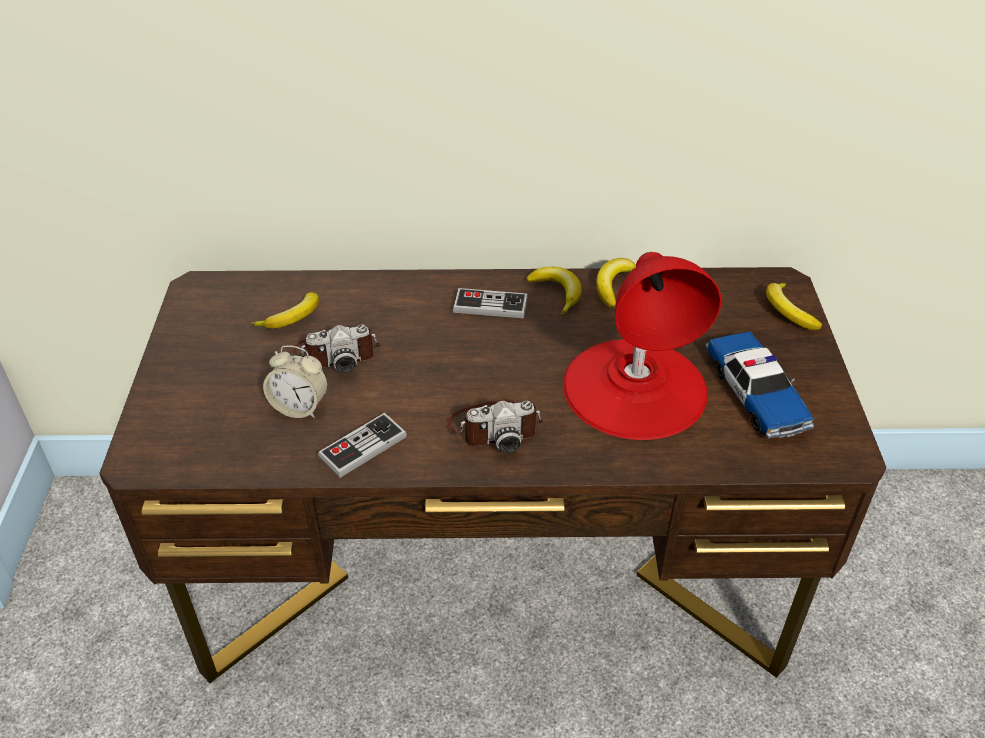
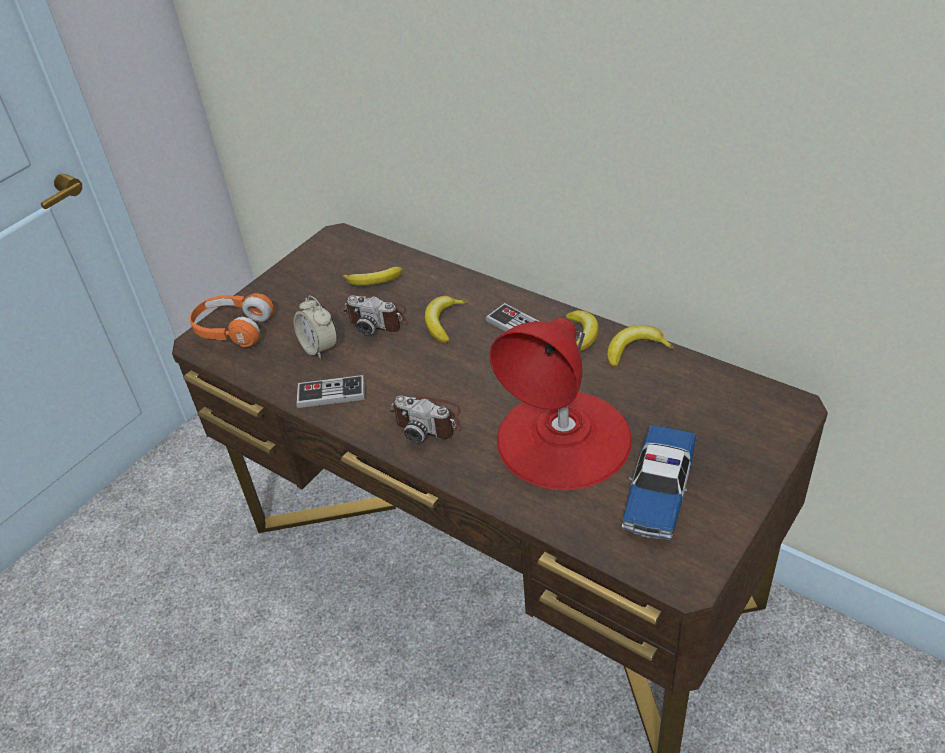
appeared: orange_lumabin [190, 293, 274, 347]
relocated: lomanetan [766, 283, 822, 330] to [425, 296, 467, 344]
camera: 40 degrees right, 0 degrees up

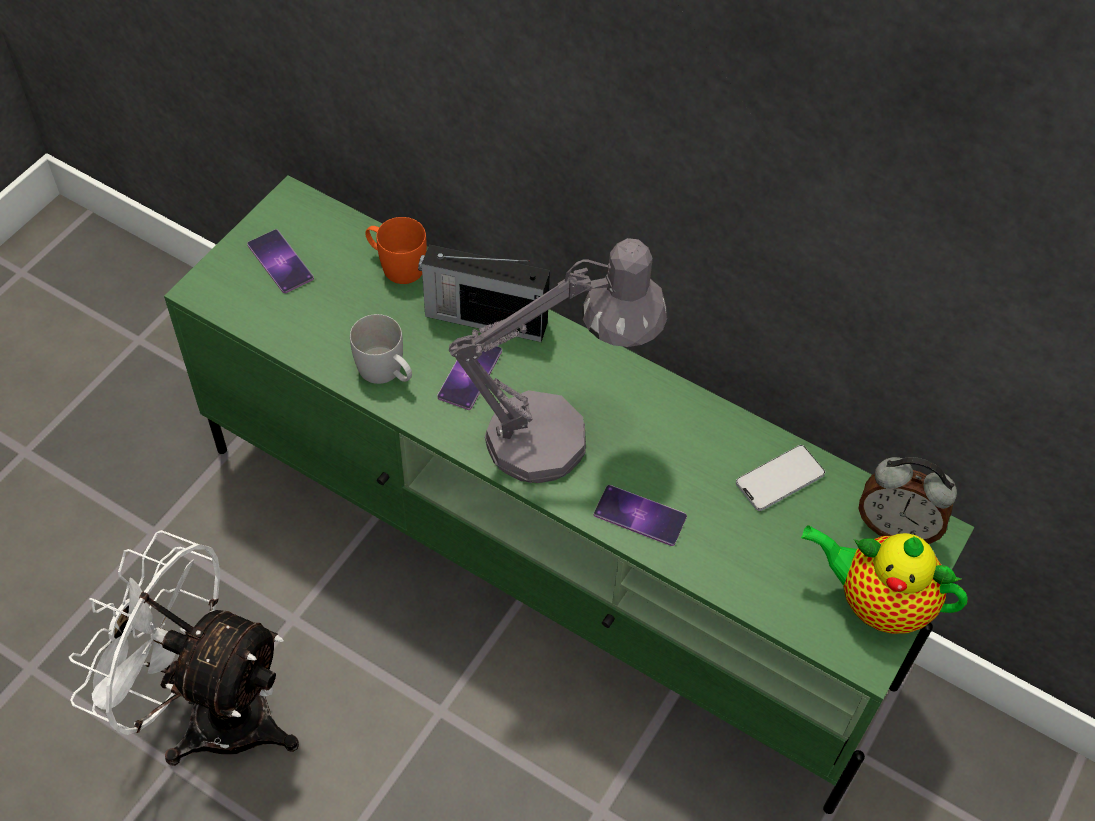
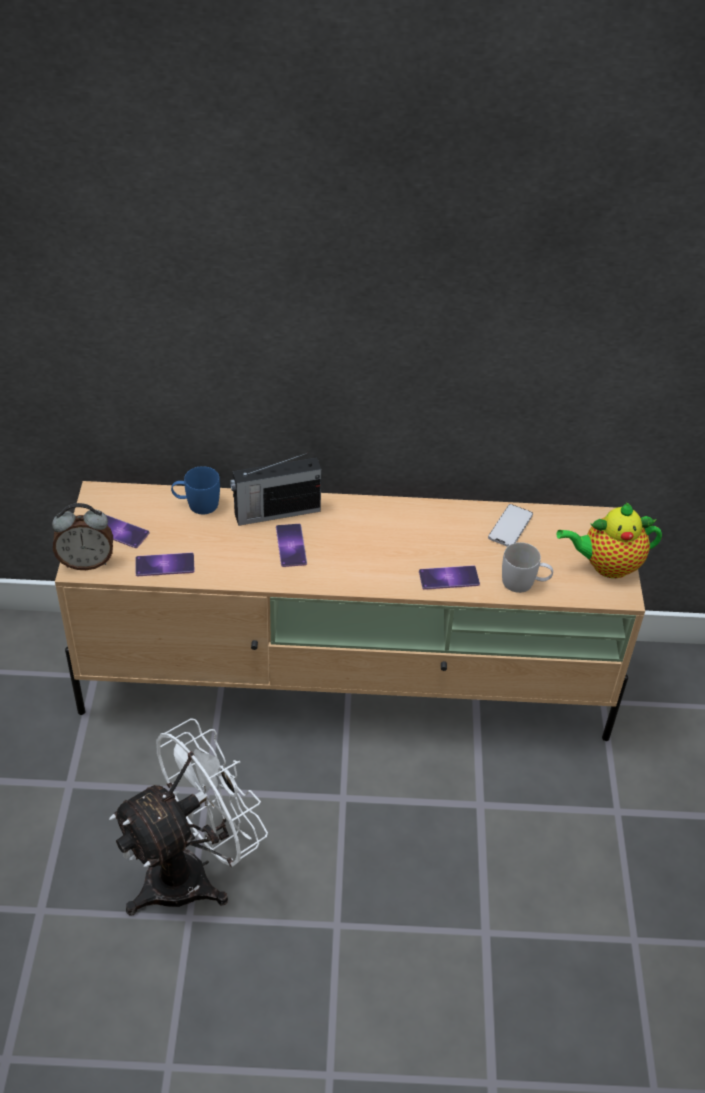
missing: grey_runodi [449, 238, 667, 483]
appeared: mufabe [136, 553, 195, 576]
relocated: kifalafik [859, 457, 957, 544] to [52, 503, 113, 570]; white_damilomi [350, 314, 412, 384] to [502, 542, 553, 593]
colour: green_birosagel [164, 175, 974, 814] to beige_birosagel [55, 481, 645, 741]; orange_damilomi [365, 217, 427, 284] to blue_damilomi [171, 466, 220, 514]
spun: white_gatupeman [69, 530, 299, 766] = [109, 718, 268, 916] 150 degrees clockwise
camera: 30 degrees left, 10 degrees down

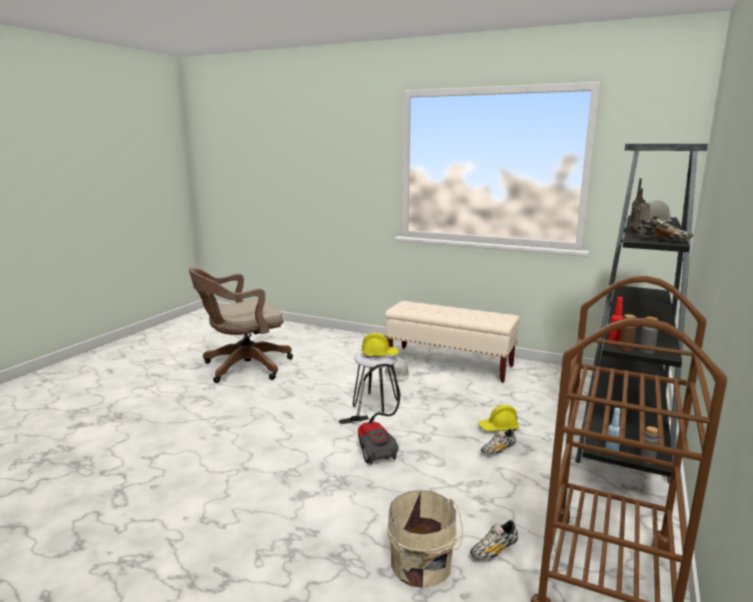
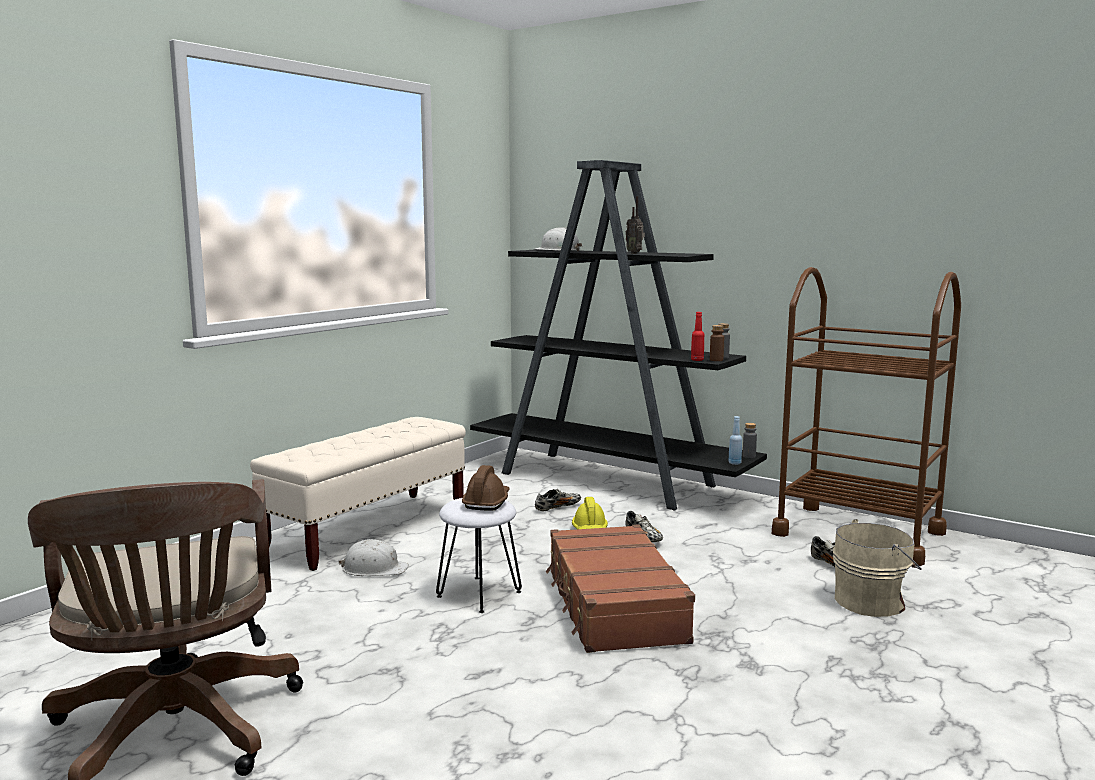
relocated: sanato [636, 218, 693, 240] to [535, 489, 581, 512]
exchanged: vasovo [339, 364, 401, 465] to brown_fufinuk [546, 524, 695, 653]
colour: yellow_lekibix [362, 333, 399, 358] to brown_lekibix [462, 465, 510, 511]
camera: 80 degrees left, 5 degrees down

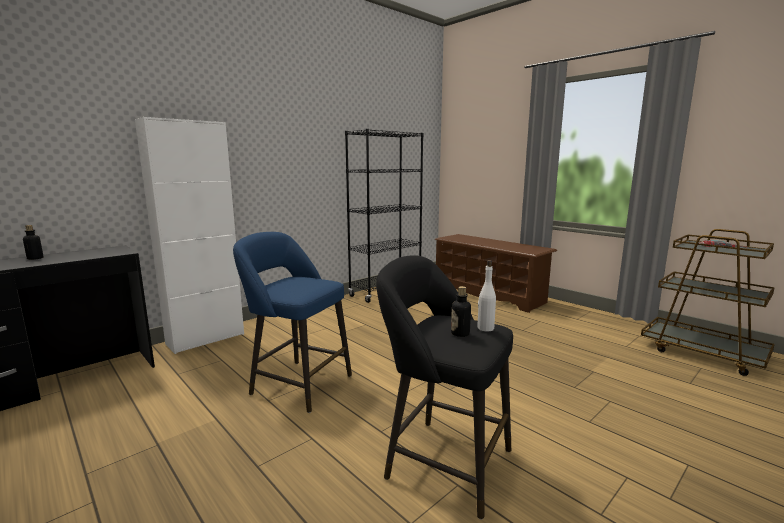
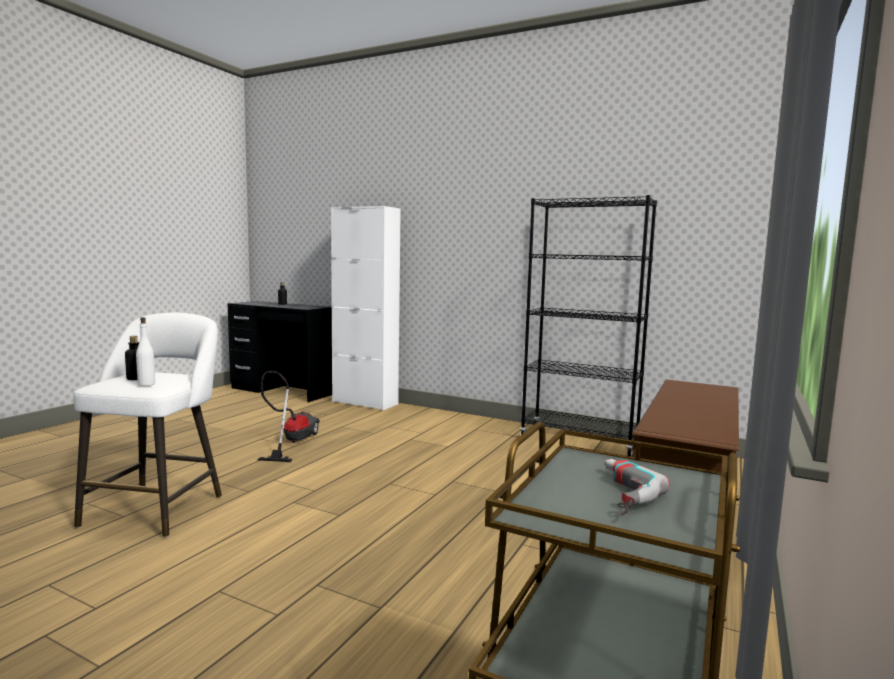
exchanged: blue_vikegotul [233, 232, 352, 413] to vasovo [258, 371, 320, 462]
colour: black_vikegotul [376, 255, 513, 520] to white_vikegotul [74, 313, 222, 538]
camera: 70 degrees right, 5 degrees down

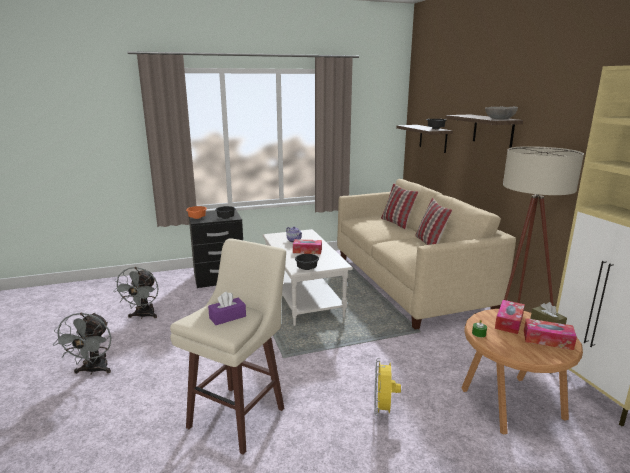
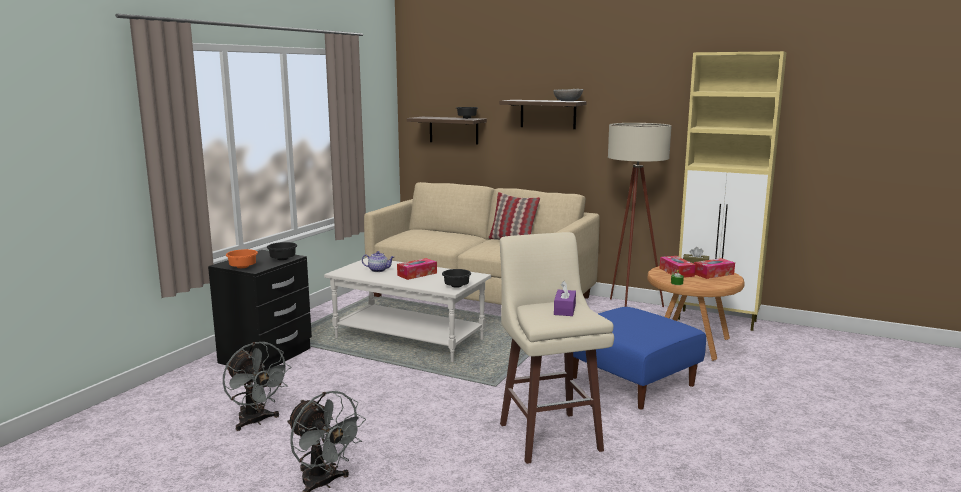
missing: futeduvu [381, 184, 418, 229]
exchanged: yellow_gatupeman [374, 358, 401, 416] to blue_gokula [573, 307, 706, 410]
camera: 45 degrees left, 5 degrees down

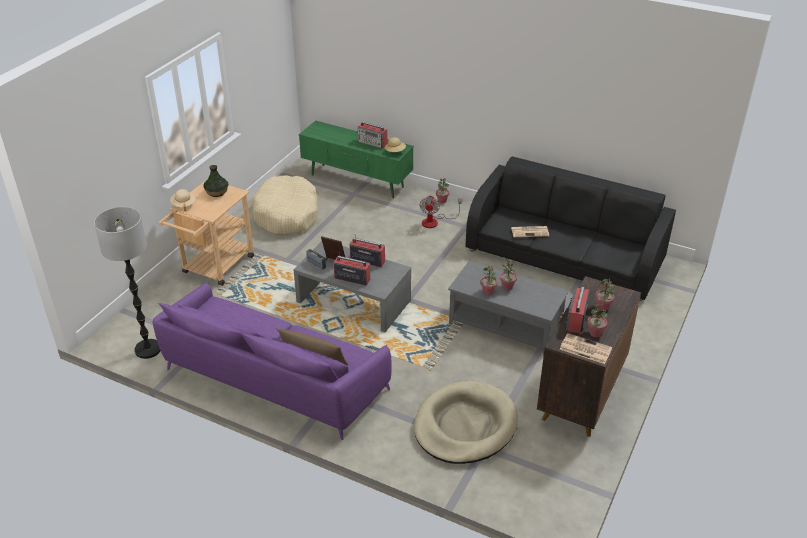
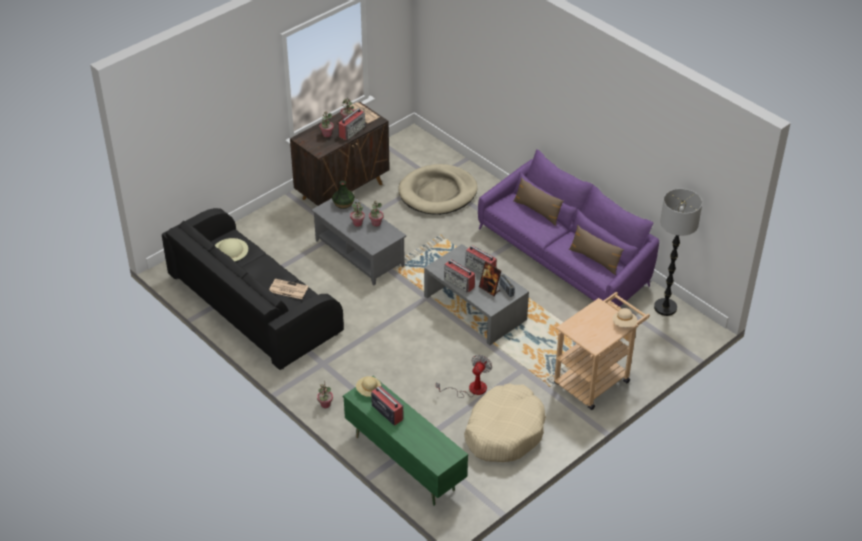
appeared: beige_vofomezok [215, 238, 248, 261]; brown_futeduvu [569, 225, 624, 275]
relocated: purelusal [203, 165, 228, 197] to [332, 181, 355, 209]; gatupeman [419, 195, 462, 228] to [436, 355, 492, 398]
camera: 160 degrees left, 5 degrees up

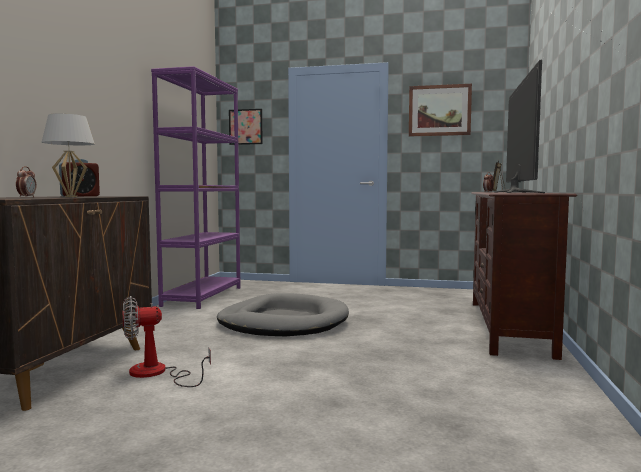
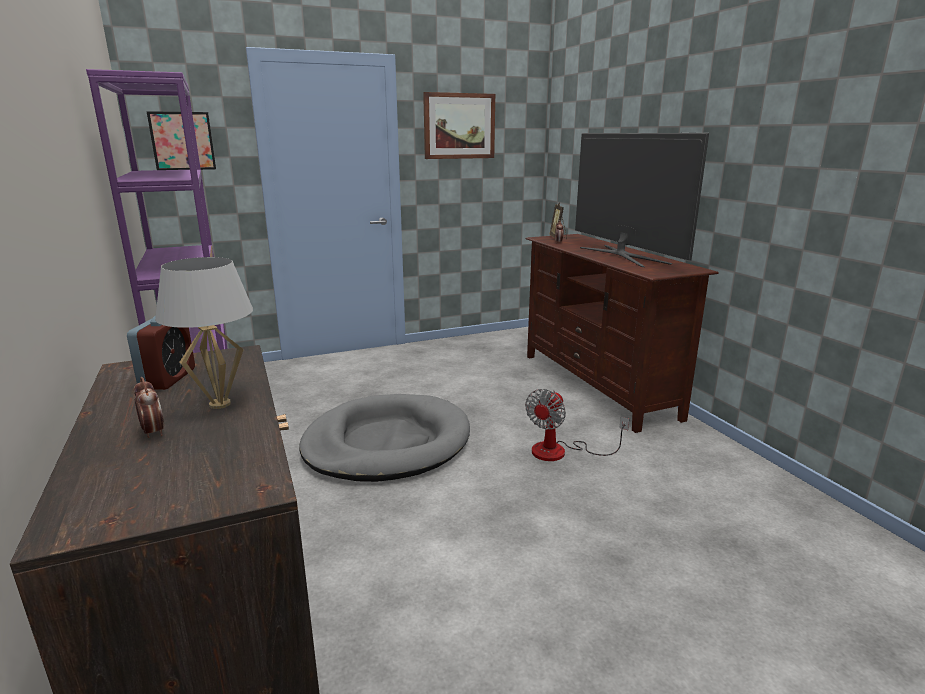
relocated: gatupeman [122, 296, 211, 387] to [525, 389, 629, 461]
camera: 35 degrees left, 15 degrees up

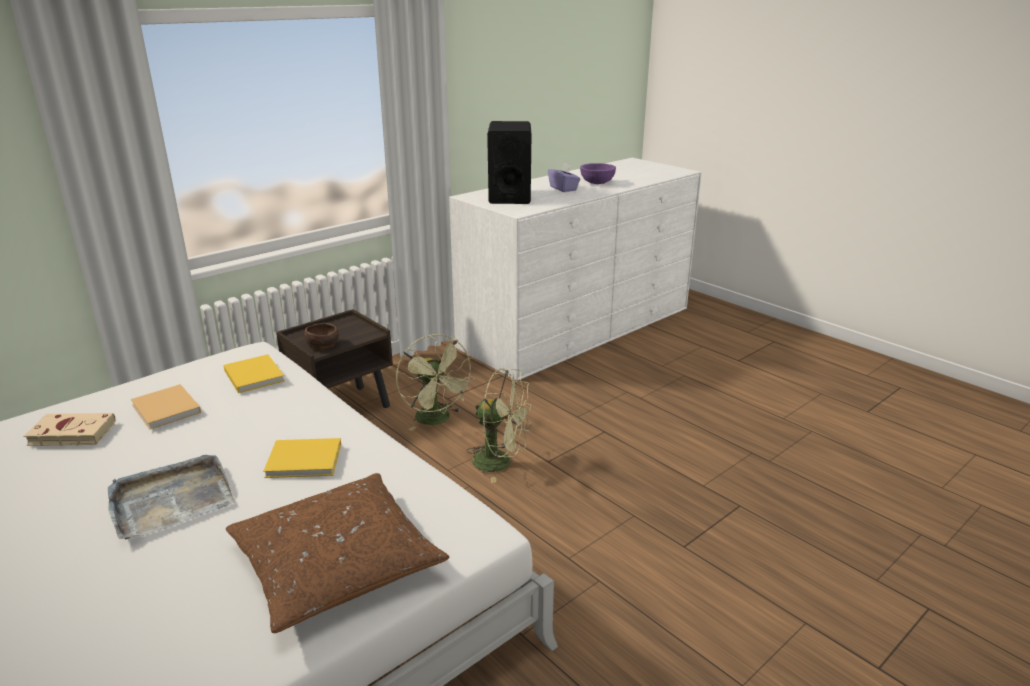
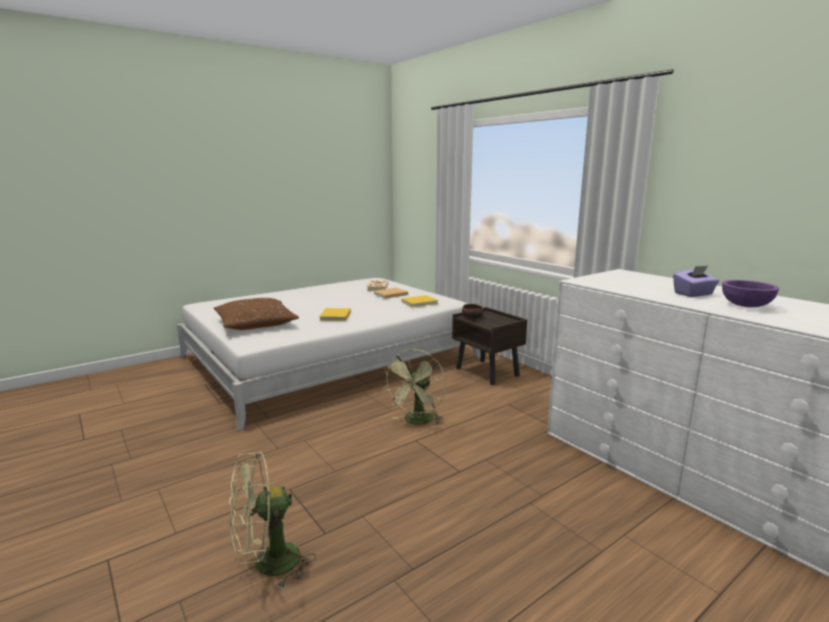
missing: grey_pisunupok [108, 455, 235, 540]; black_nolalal [487, 121, 531, 204]
relocated: green_gatupeman [396, 334, 475, 431] to [229, 452, 316, 590]
camera: 95 degrees right, 10 degrees down

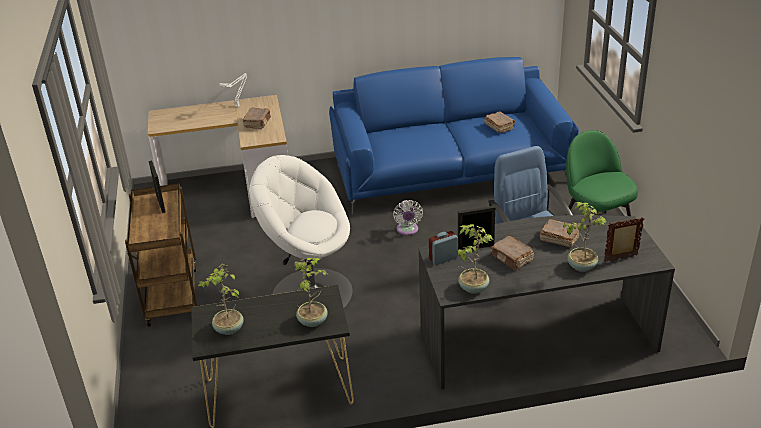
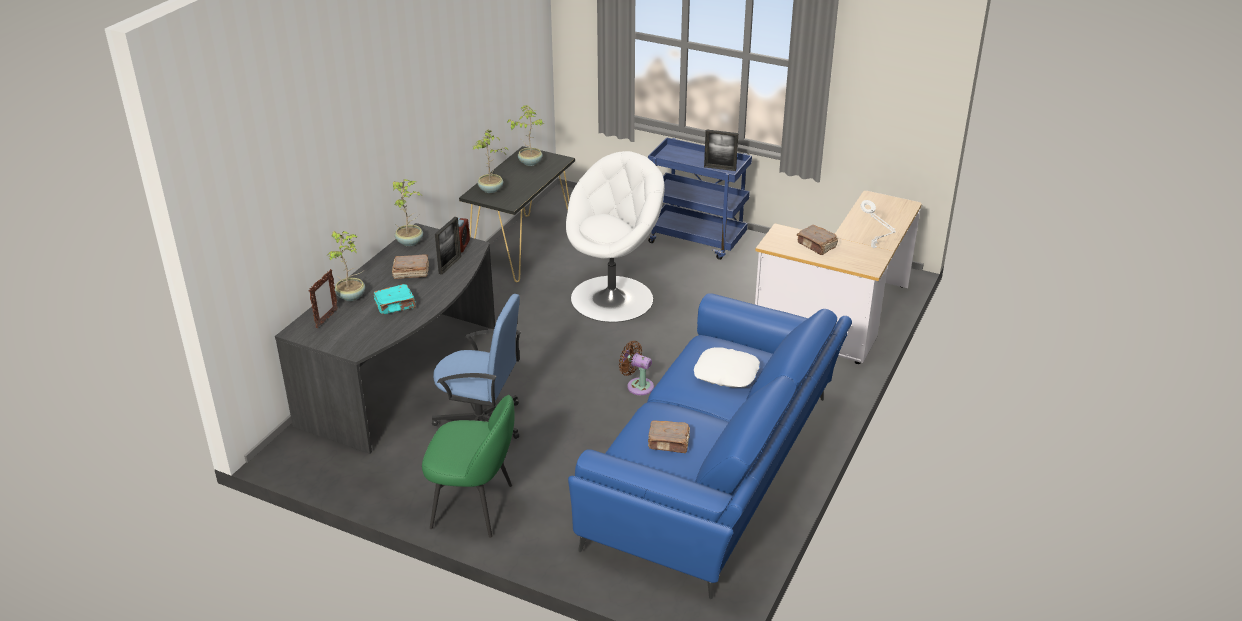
appeared: white_futeduvu [694, 347, 760, 387]
colour: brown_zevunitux [540, 219, 579, 248] to turquoise_zevunitux [374, 284, 416, 314]; white_gatupeman [393, 200, 423, 236] to brown_gatupeman [619, 341, 654, 395]; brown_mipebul [125, 183, 197, 327] to blue_mipebul [648, 138, 752, 260]
camera: 125 degrees right, 0 degrees up

